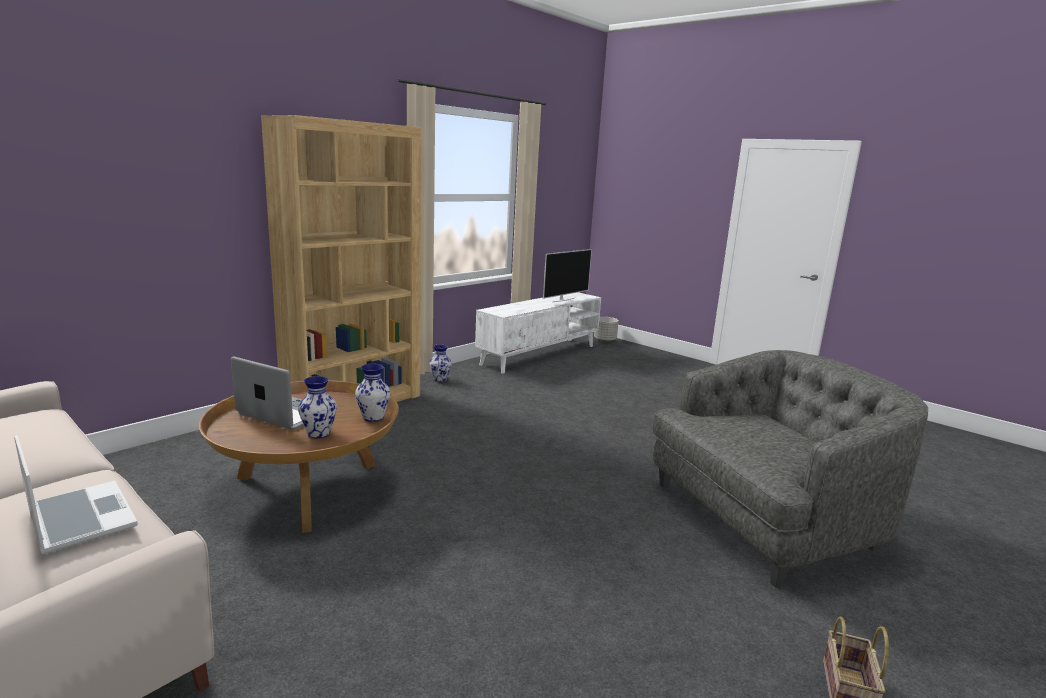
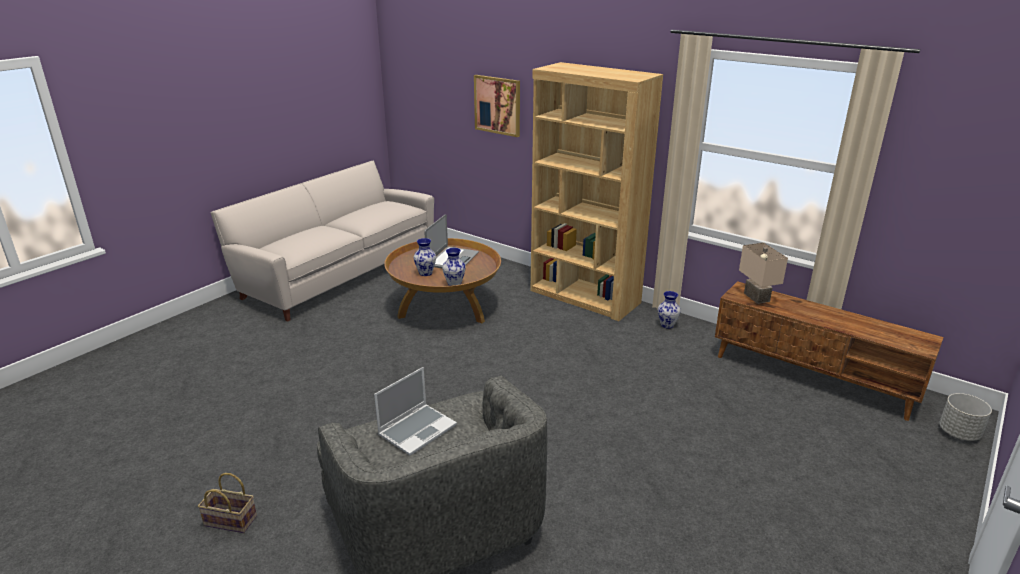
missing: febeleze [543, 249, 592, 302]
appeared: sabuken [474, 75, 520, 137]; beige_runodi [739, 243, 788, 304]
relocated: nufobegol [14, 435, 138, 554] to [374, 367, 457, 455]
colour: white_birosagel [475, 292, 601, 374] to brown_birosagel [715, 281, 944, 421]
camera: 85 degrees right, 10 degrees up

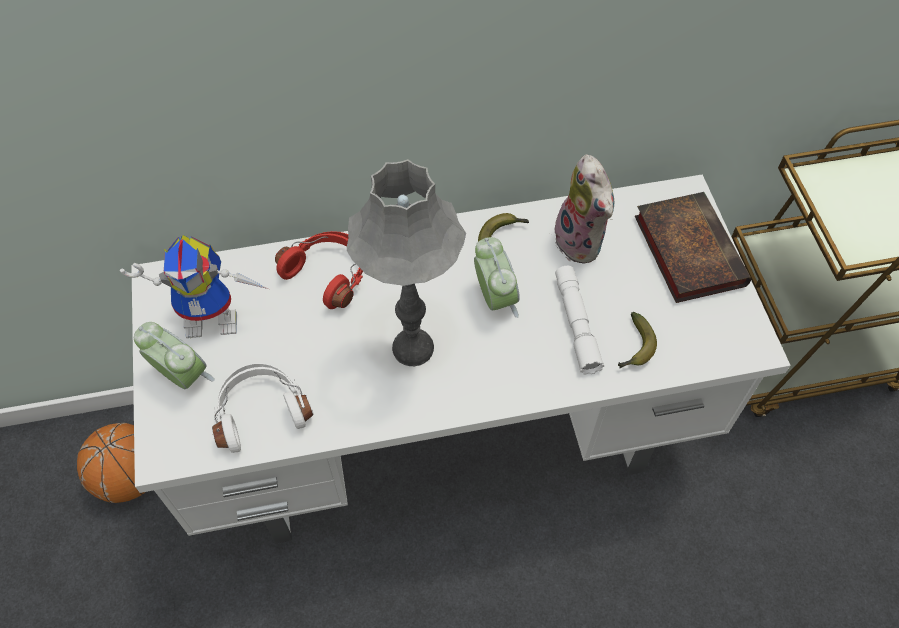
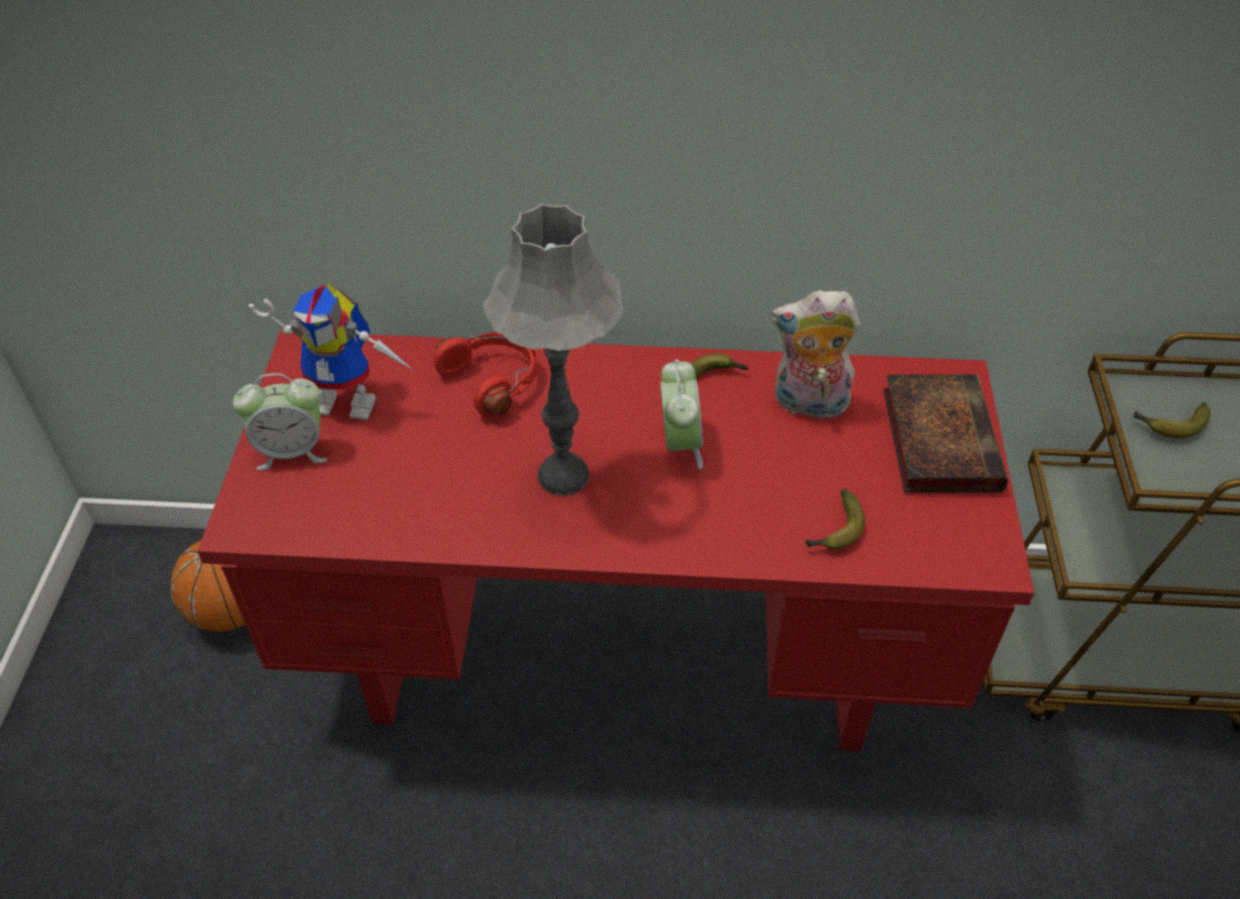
missing: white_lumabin [212, 363, 314, 453]; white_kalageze [555, 266, 604, 375]
appeared: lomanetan [1133, 402, 1210, 438]
colour: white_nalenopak [131, 174, 791, 543] to red_nalenopak [197, 331, 1034, 752]
spun: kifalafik [134, 322, 215, 389] = [233, 373, 327, 470] 120 degrees clockwise; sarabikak [553, 154, 614, 263] = [771, 290, 860, 420] 105 degrees clockwise
camera: 15 degrees right, 10 degrees down

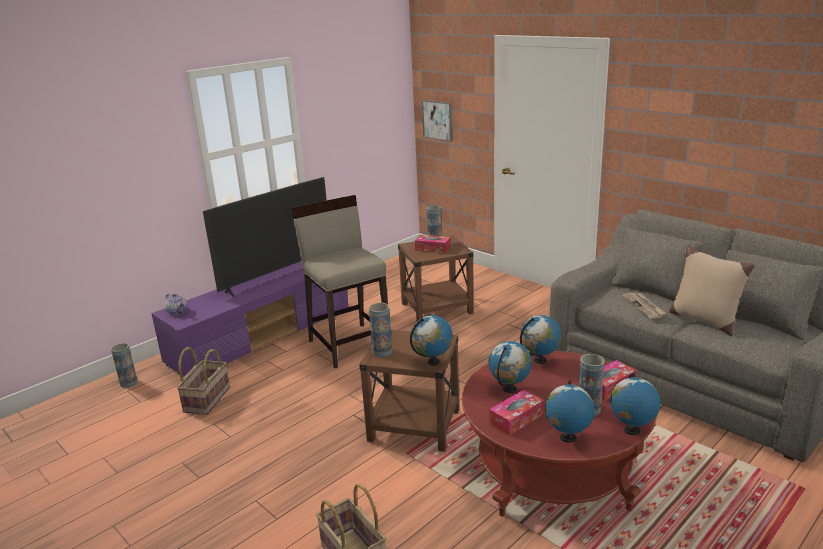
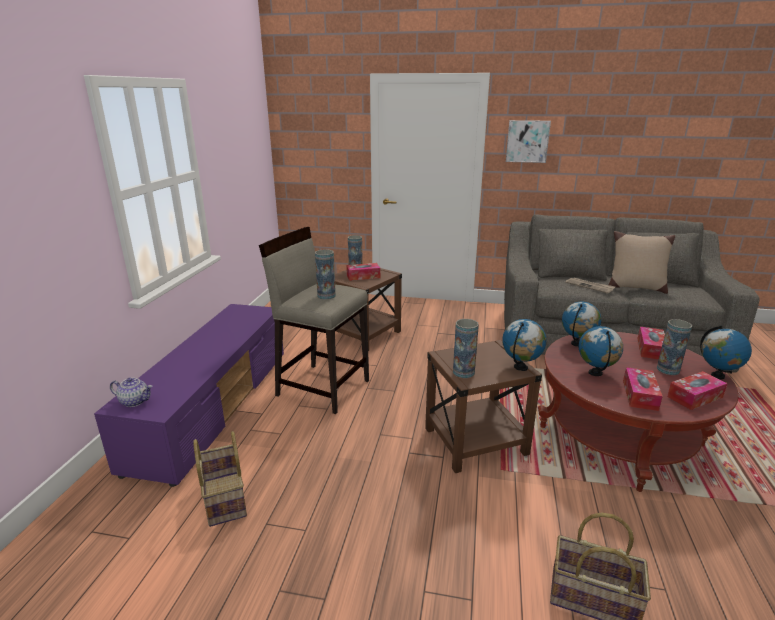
missing: febeleze [203, 177, 327, 297]
relocated: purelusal [111, 343, 138, 388] to [315, 249, 336, 300]; sabuken [422, 100, 453, 142] to [506, 120, 551, 163]
exchanged: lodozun [545, 380, 595, 443] to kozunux [667, 371, 728, 410]
camera: 35 degrees left, 0 degrees up

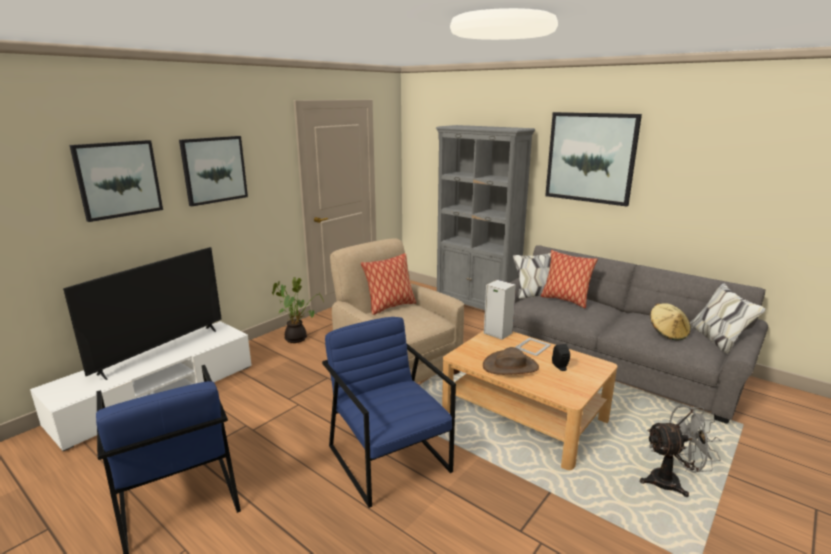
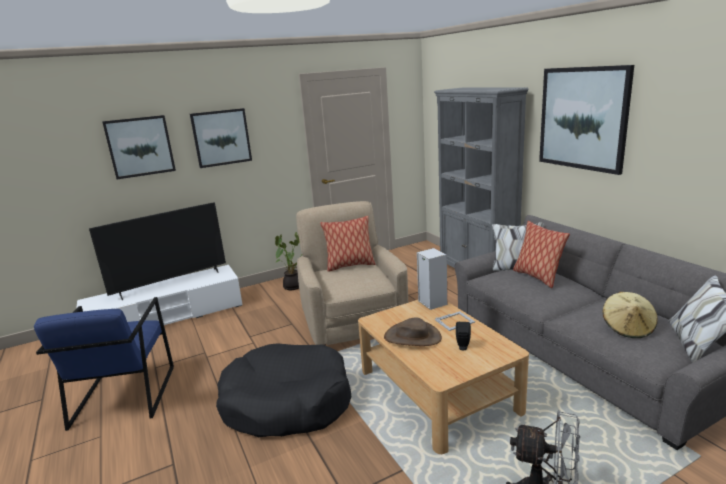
exchanged: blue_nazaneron [322, 317, 456, 508] to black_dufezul [216, 344, 352, 437]
camera: 25 degrees right, 0 degrees up

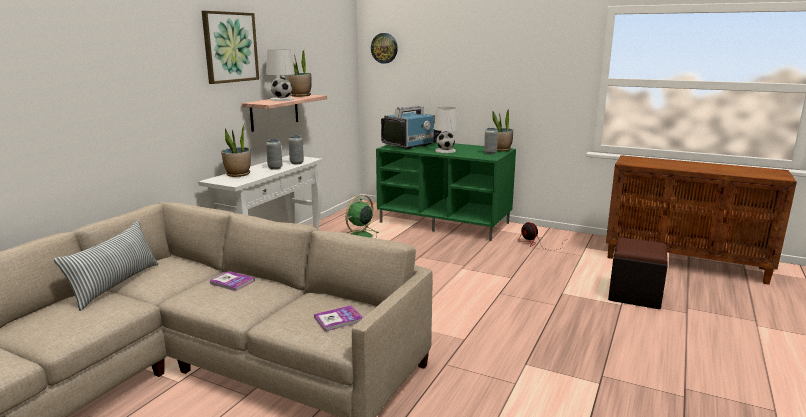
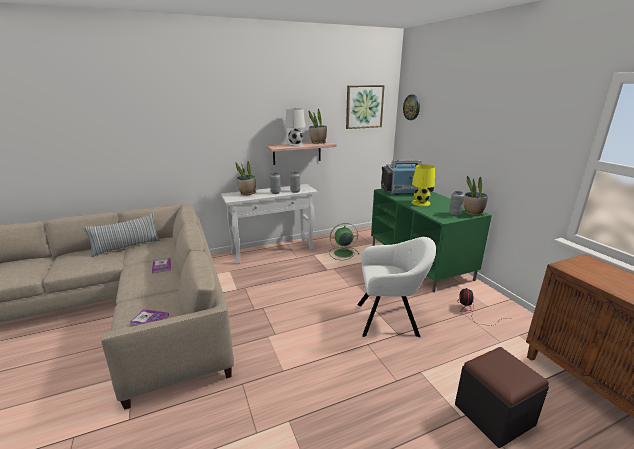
appeared: white_nazaneron [357, 237, 436, 337]
relocated: sabuken [202, 11, 259, 84] to [346, 85, 385, 129]
colour: white_runodi [434, 107, 459, 153] to yellow_runodi [412, 164, 435, 206]
camera: 40 degrees right, 5 degrees up

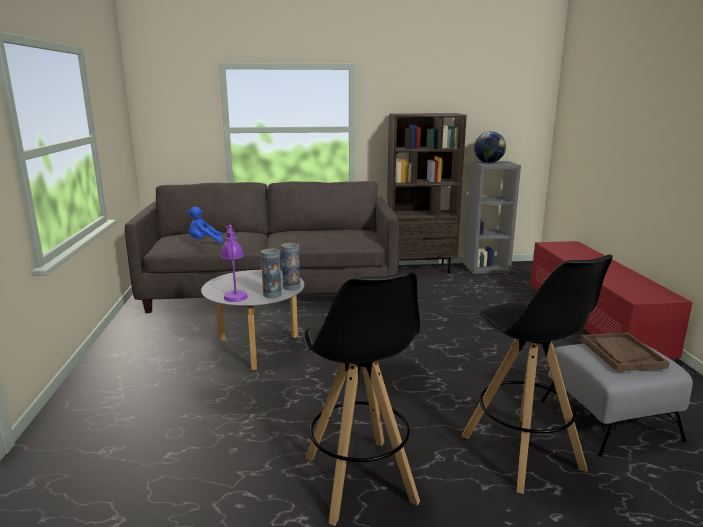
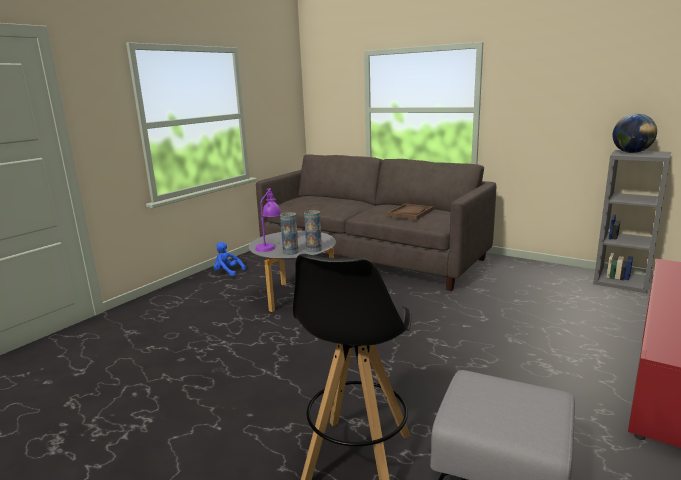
missing: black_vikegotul [303, 271, 420, 526]; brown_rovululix [387, 113, 467, 273]
relocated: blue_sarabikak [187, 207, 223, 243] to [213, 242, 246, 277]; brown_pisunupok [580, 333, 670, 372] to [387, 204, 433, 220]
camera: 40 degrees right, 0 degrees up

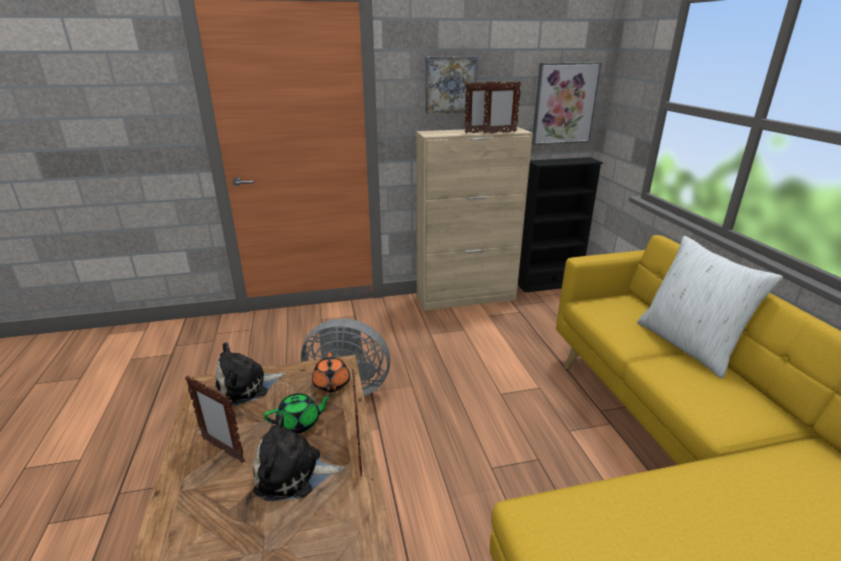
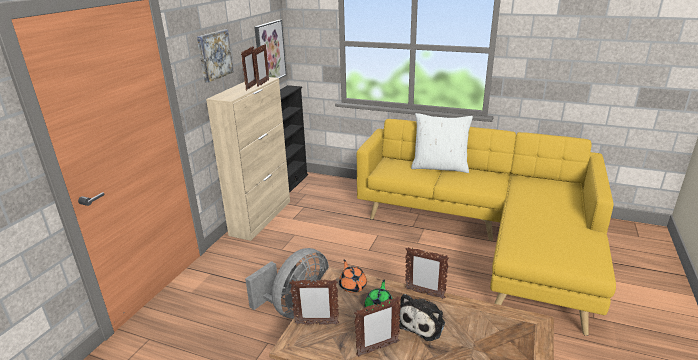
exchanged: sarabikak [215, 342, 285, 406] to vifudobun [290, 279, 339, 325]
spun: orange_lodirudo [312, 353, 350, 393] = [339, 259, 367, 293] 135 degrees counterclockwise
camera: 55 degrees left, 0 degrees up

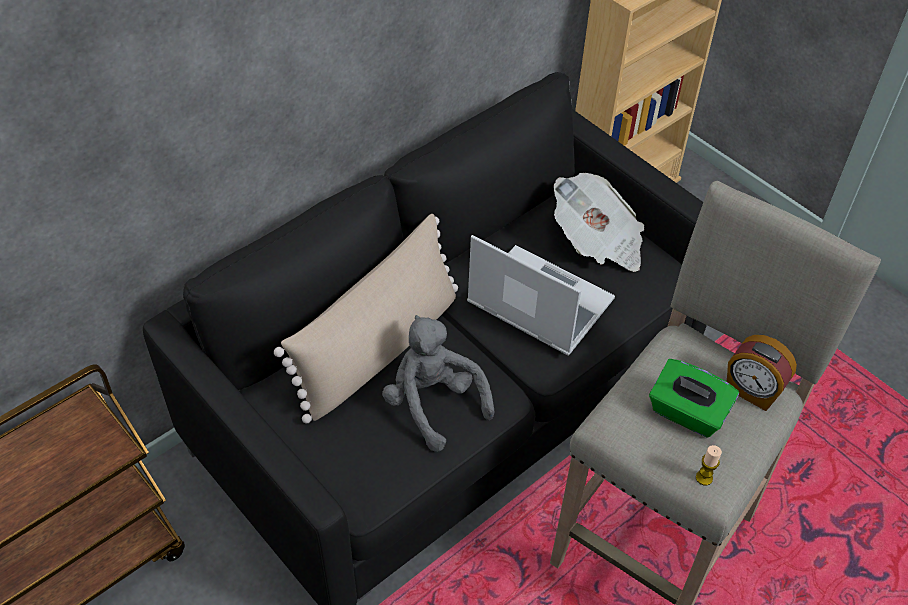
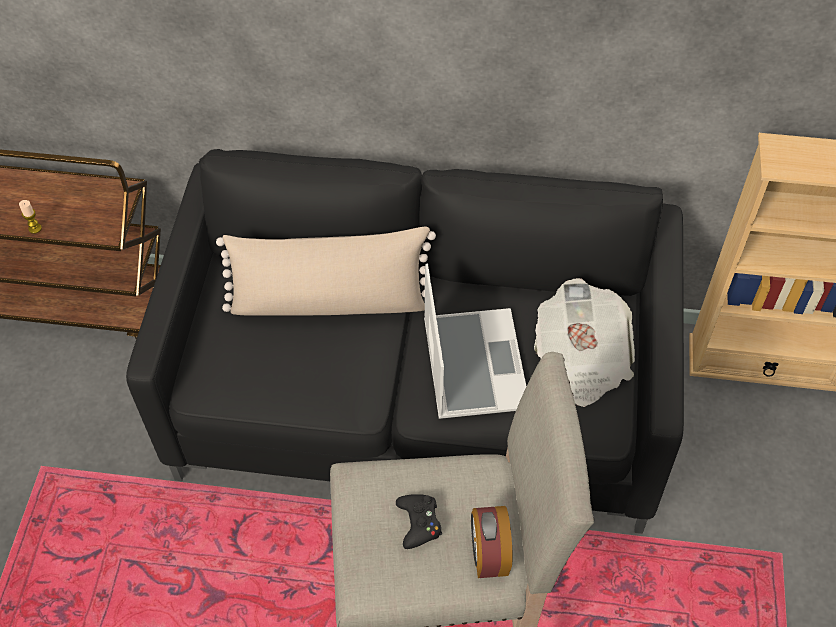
missing: grey_sarabikak [382, 315, 494, 452]
relocated: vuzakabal [696, 445, 722, 486] to [19, 200, 42, 234]
exchanged: green_kozunux [649, 359, 739, 437] to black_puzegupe [396, 494, 442, 549]
camera: 50 degrees right, 5 degrees up

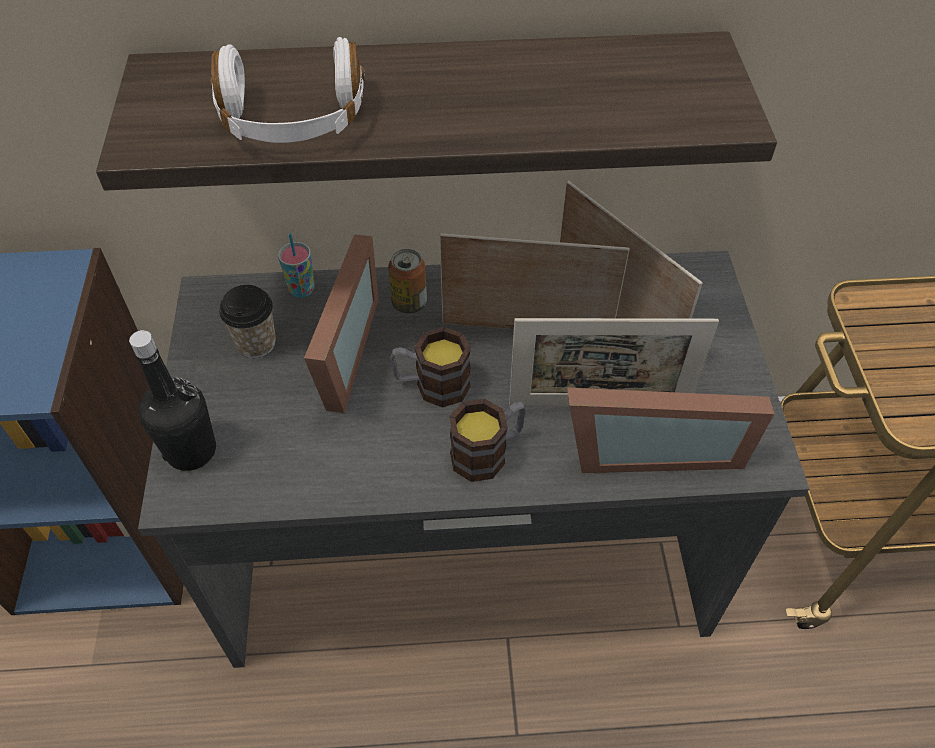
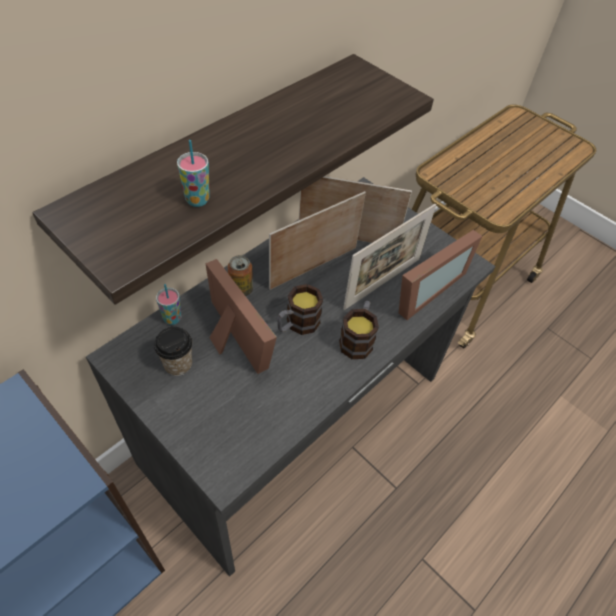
missing: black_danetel [129, 330, 216, 471]
exchanged: white_lumabin [210, 37, 365, 143] to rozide [177, 140, 210, 207]
camera: 45 degrees left, 0 degrees up

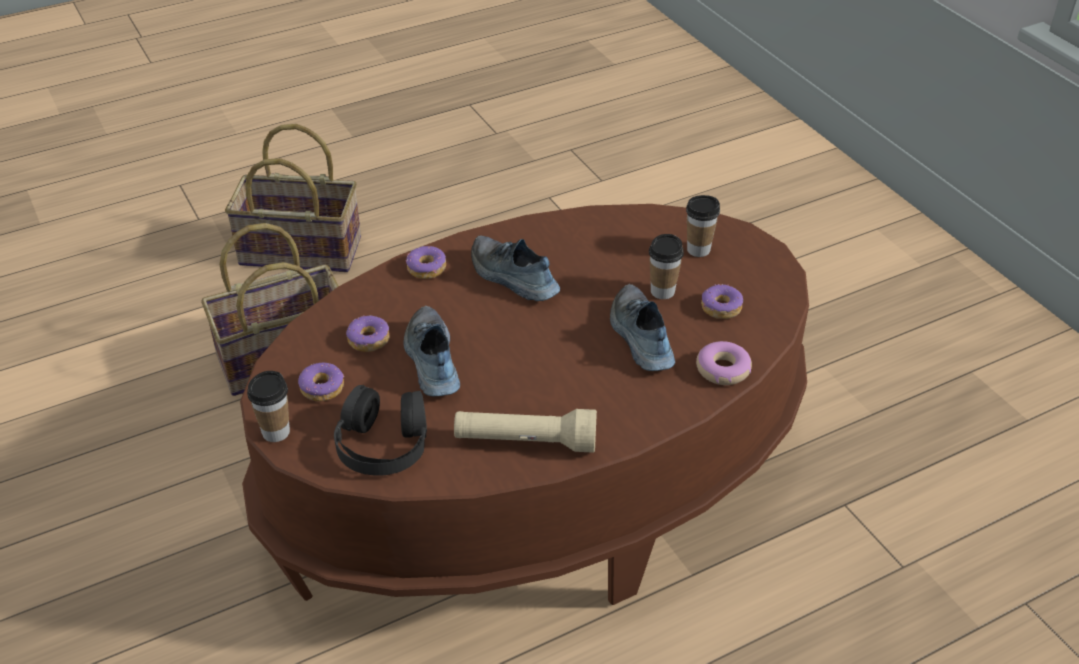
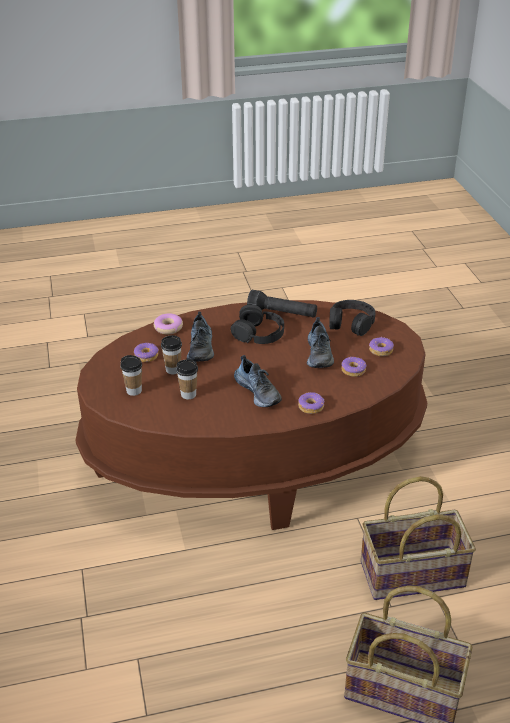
appeared: black_lumabin [231, 305, 284, 344]
relocated: rozide [247, 371, 290, 442] to [176, 359, 198, 399]
colour: beige_kalageze [454, 409, 597, 453] to black_kalageze [247, 290, 317, 317]
camera: 165 degrees left, 5 degrees down

